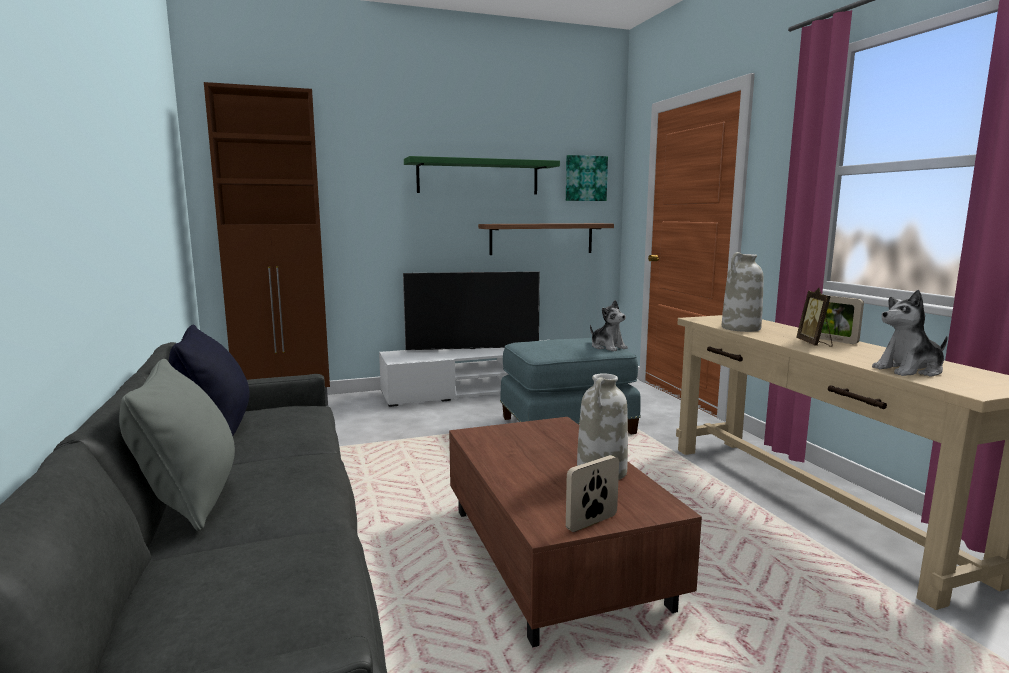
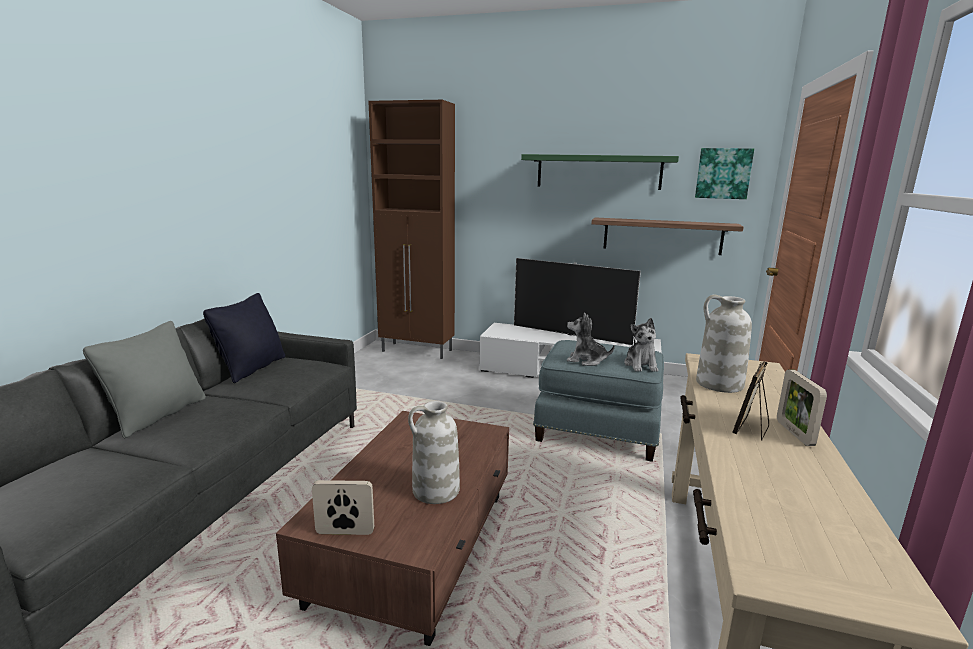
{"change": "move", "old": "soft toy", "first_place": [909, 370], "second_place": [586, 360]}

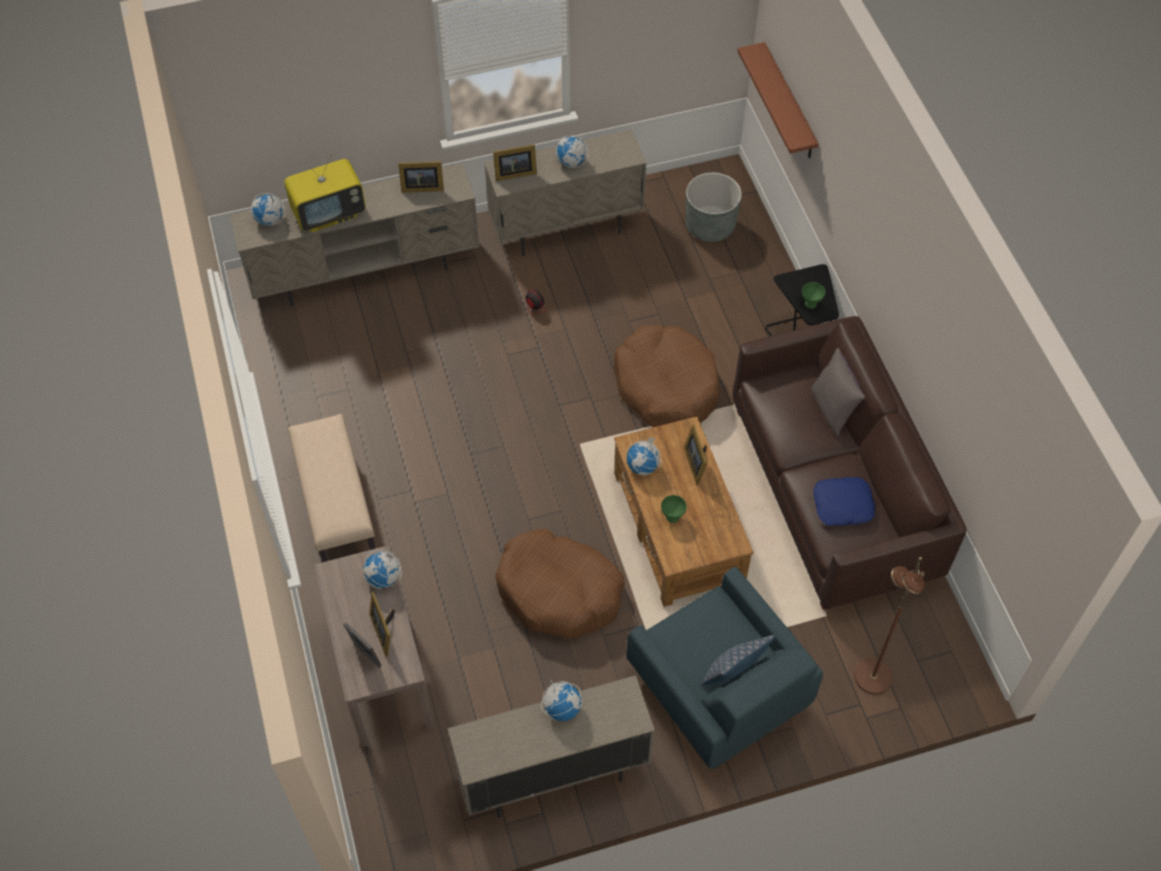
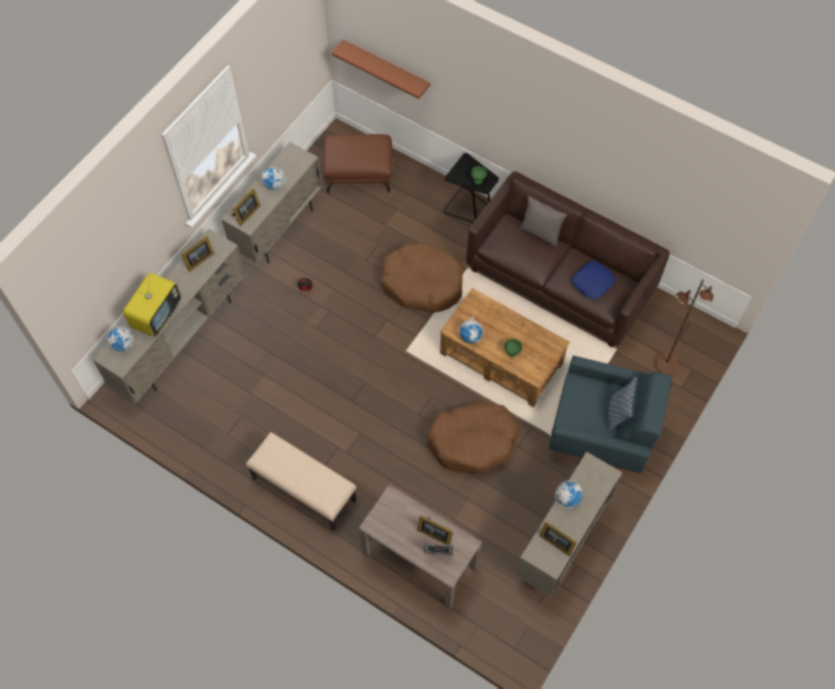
{"change": "replace", "old": "plant pot (greyish)", "new": "ottoman (brown)", "first_place": [710, 226], "second_place": [359, 172]}
{"change": "move", "old": "standing frame", "first_place": [696, 463], "second_place": [556, 541]}
{"change": "delete", "old": "world globe", "first_place": [384, 578]}

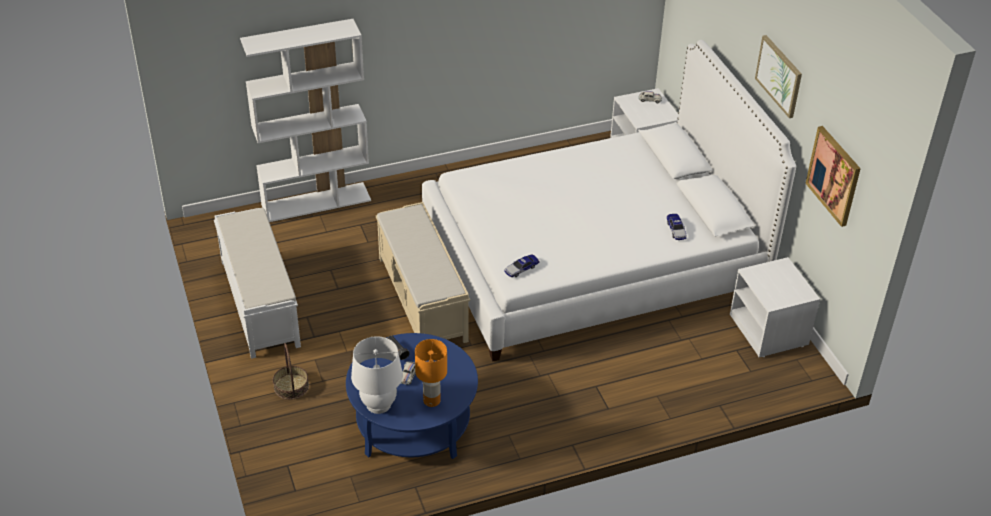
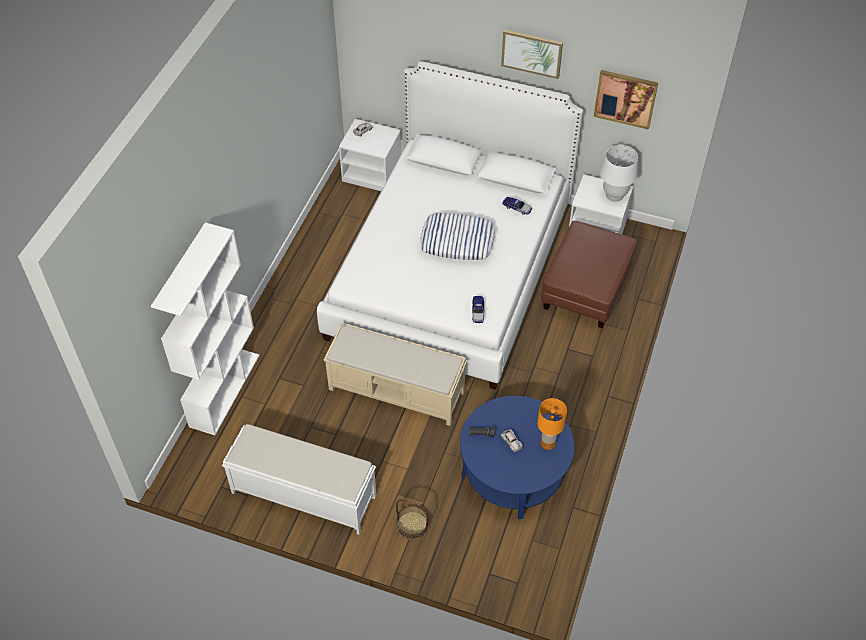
{"change": "insert", "new": "cushion", "second_place": [457, 241]}
{"change": "insert", "new": "ottoman (brown)", "second_place": [585, 290]}
{"change": "move", "old": "tabletop lamp (white-coloured)", "first_place": [378, 404], "second_place": [614, 195]}

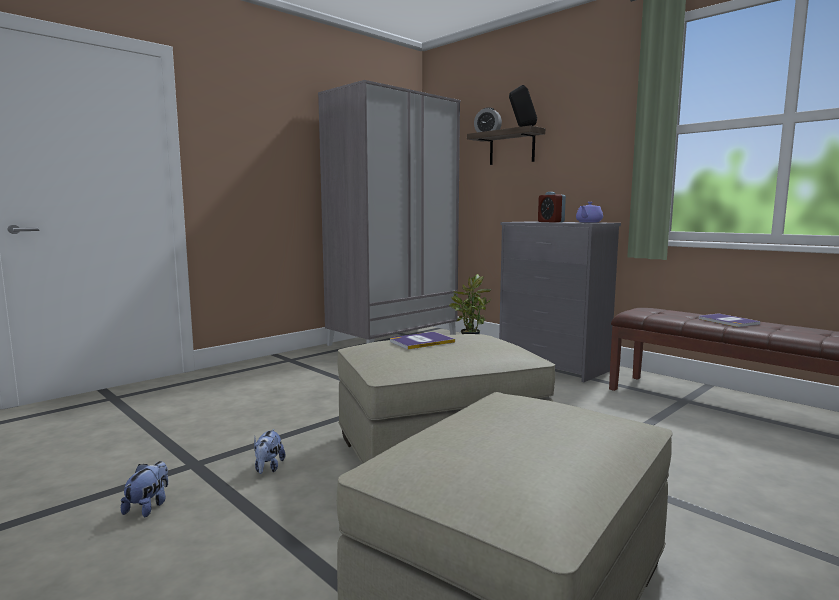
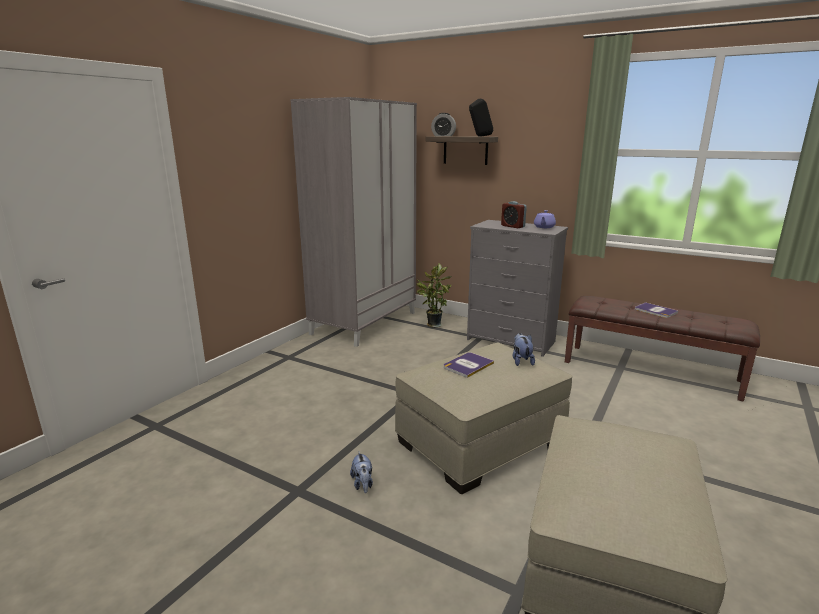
{"change": "move", "old": "soft toy", "first_place": [148, 506], "second_place": [521, 361]}

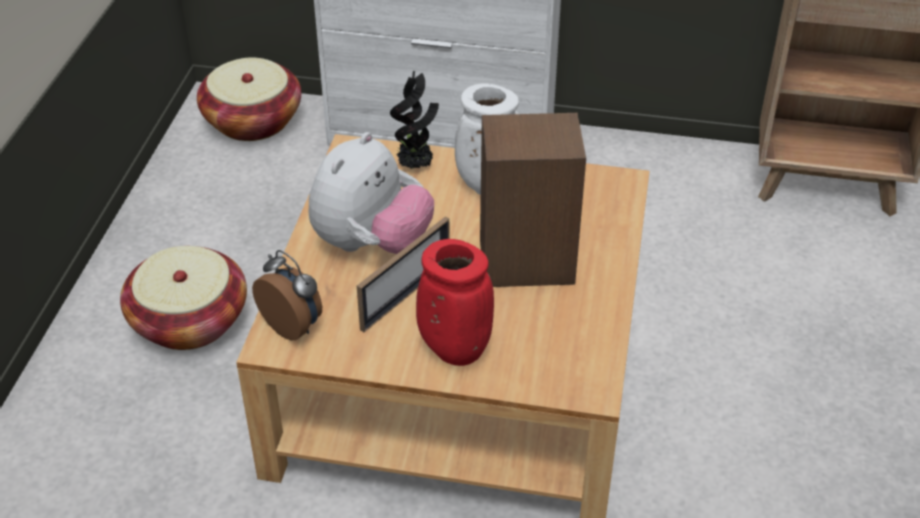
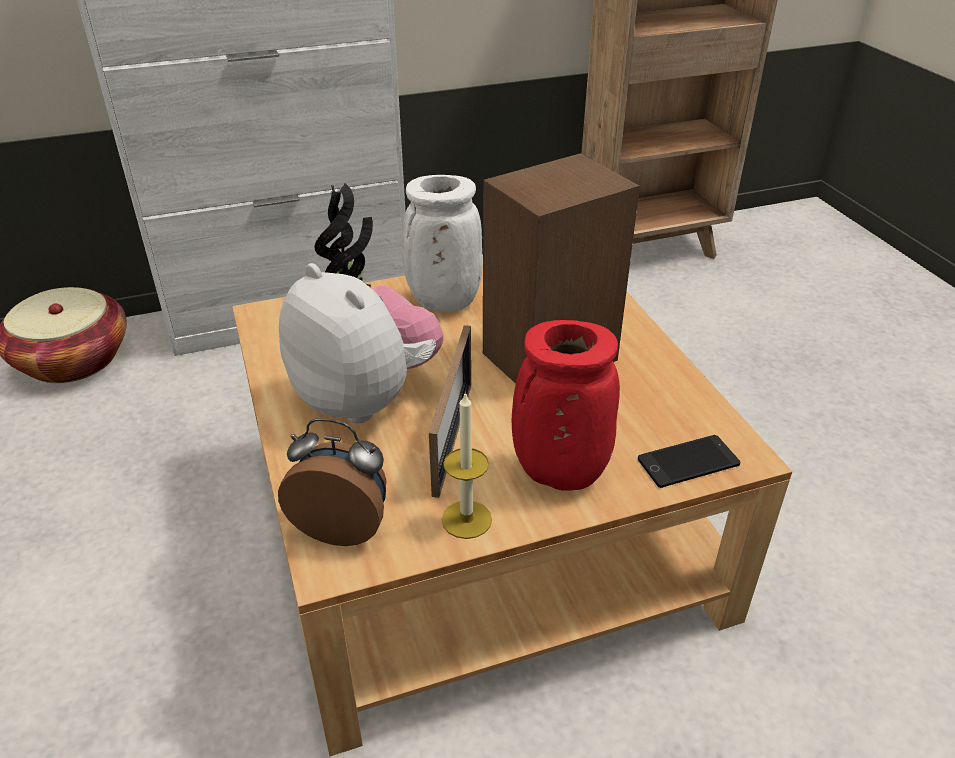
{"change": "rotate", "old": "soft toy", "first_place": [371, 244], "second_place": [366, 398], "degrees": -45}
{"change": "insert", "new": "wax candle", "second_place": [466, 519]}
{"change": "insert", "new": "phone", "second_place": [688, 462]}
{"change": "delete", "old": "basket", "first_place": [189, 320]}

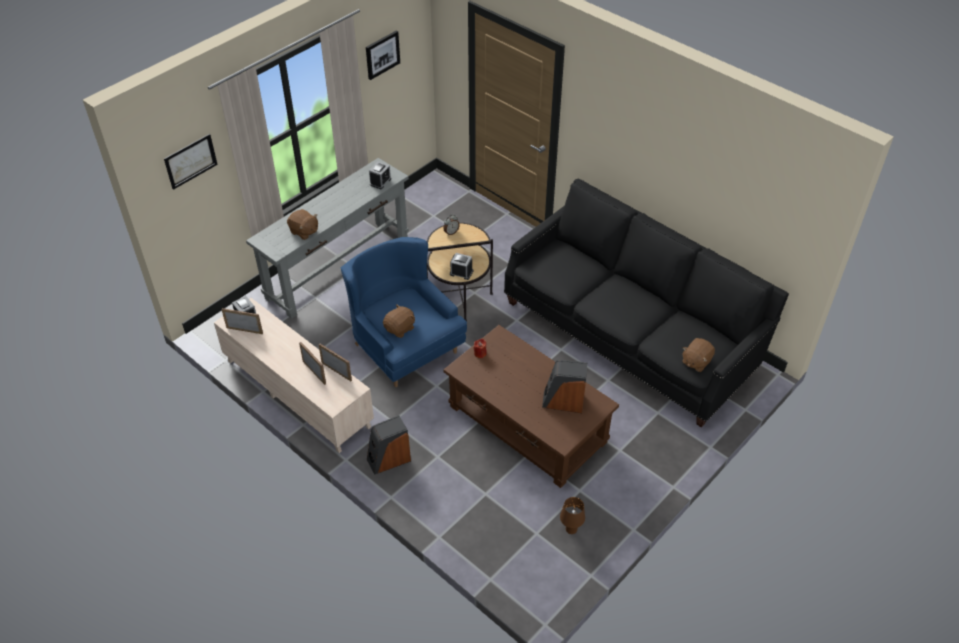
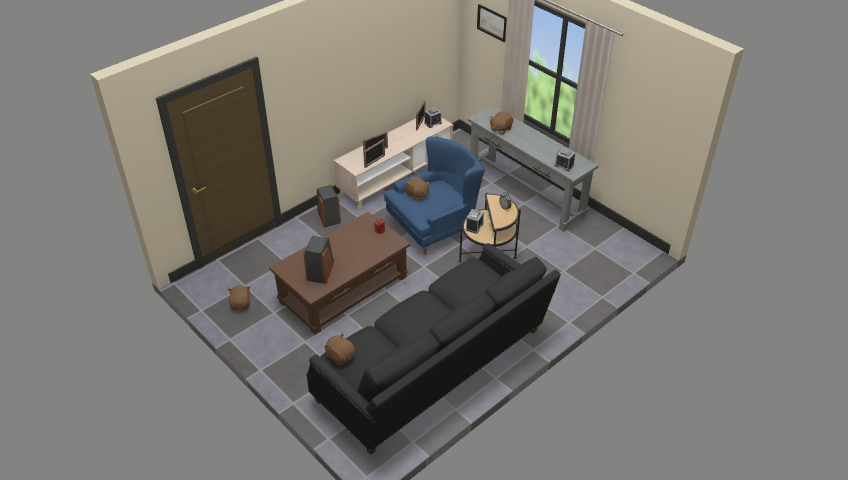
{"change": "replace", "old": "tabletop lamp (brown)", "new": "soft toy (brown)", "first_place": [571, 530], "second_place": [241, 304]}
{"change": "delete", "old": "wall picture", "first_place": [382, 54]}

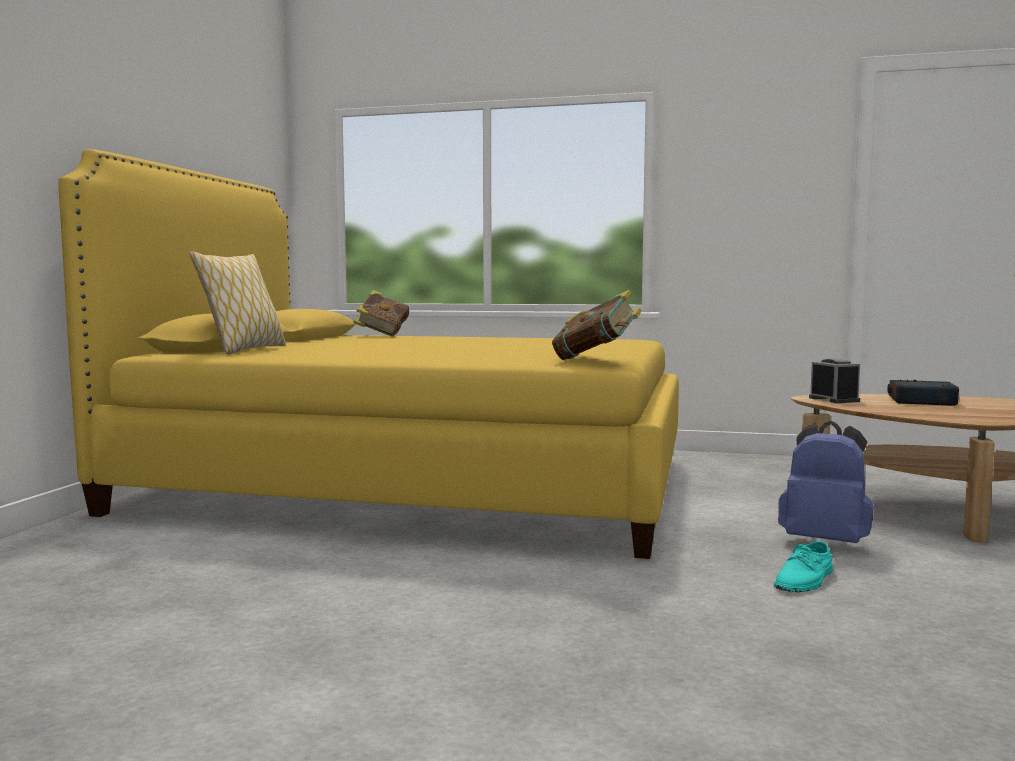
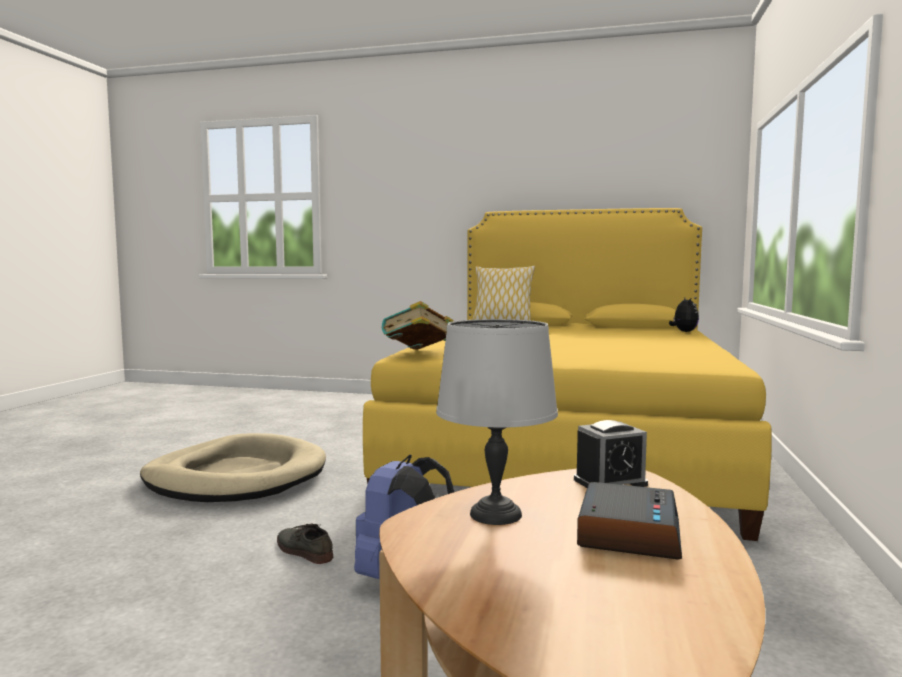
{"change": "insert", "new": "dog bed (beige)", "second_place": [236, 477]}
{"change": "recolor", "old": "shoe (turquoise-coloured)", "new": "shoe (greyish)", "first_place": [805, 580], "second_place": [303, 550]}
{"change": "insert", "new": "tabletop lamp (greyish)", "second_place": [494, 514]}
{"change": "replace", "old": "book", "new": "soft toy", "first_place": [382, 335], "second_place": [683, 332]}

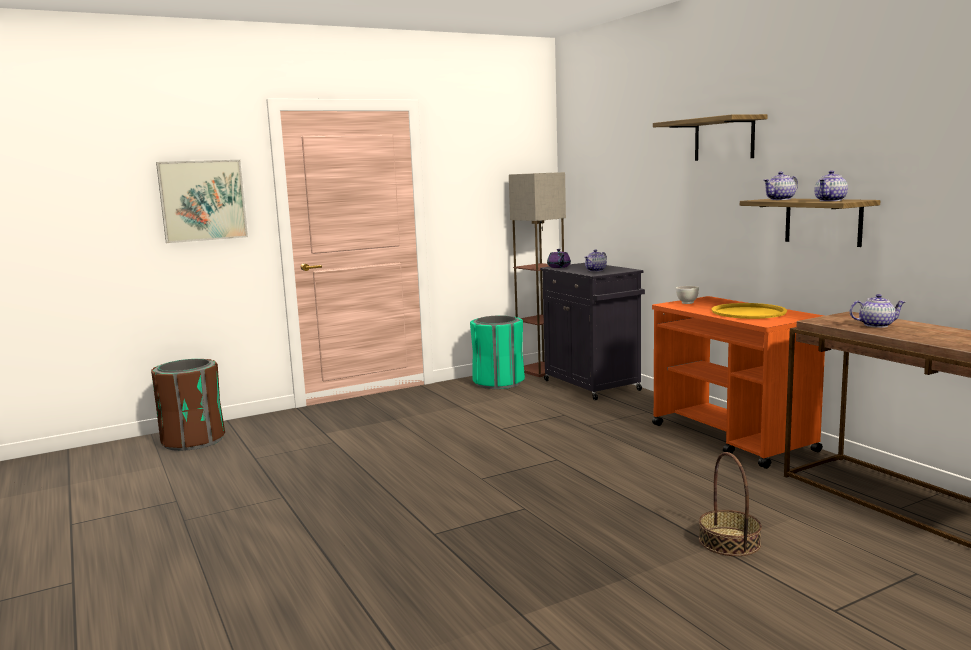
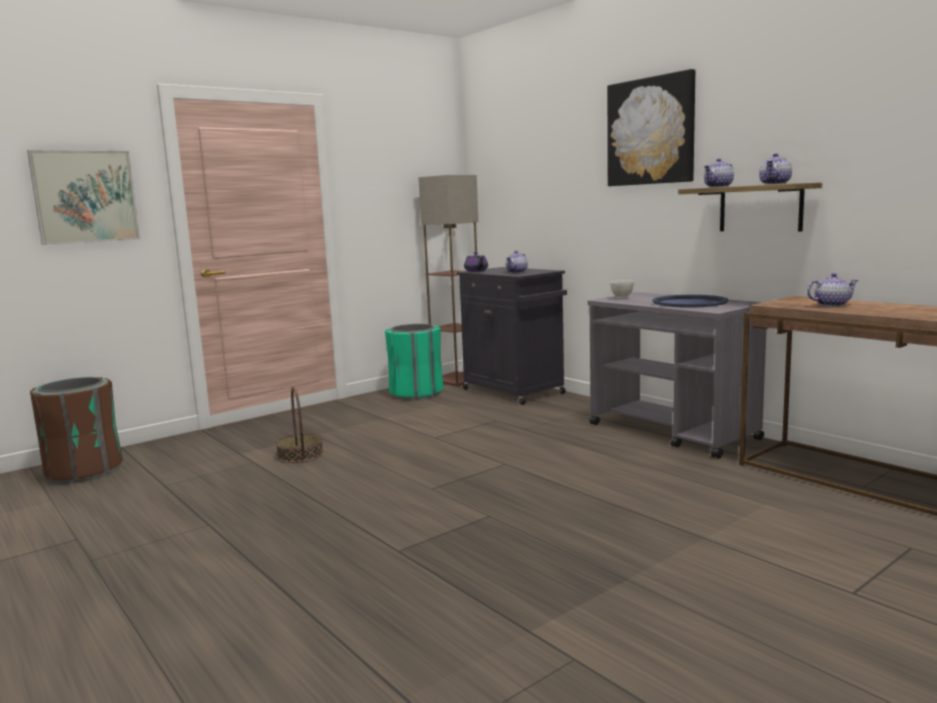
{"change": "move", "old": "basket", "first_place": [729, 541], "second_place": [300, 455]}
{"change": "recolor", "old": "trolley (orange-coloured)", "new": "trolley (greyish)", "first_place": [733, 438], "second_place": [673, 432]}
{"change": "replace", "old": "bracket shelf", "new": "wall picture", "first_place": [724, 139], "second_place": [651, 131]}
{"change": "recolor", "old": "tray (yellow)", "new": "tray (blue)", "first_place": [748, 312], "second_place": [689, 302]}

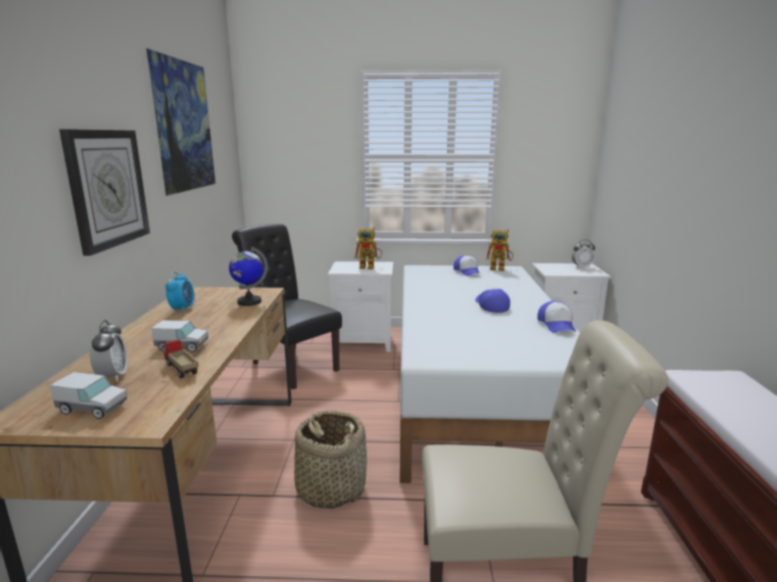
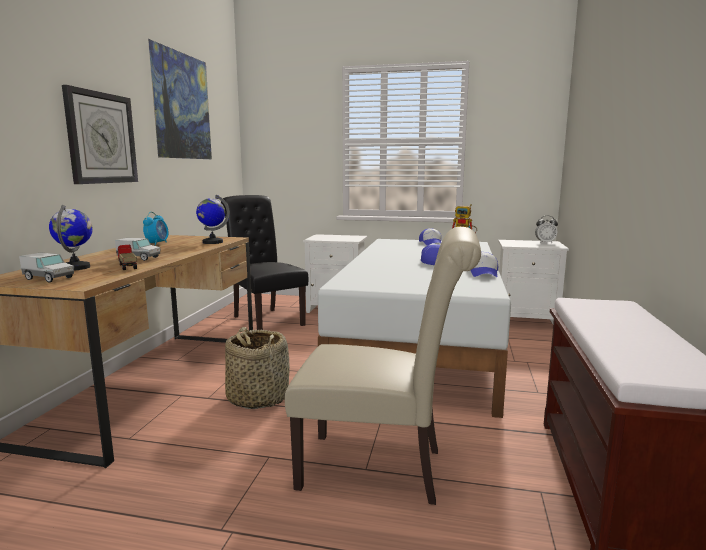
{"change": "replace", "old": "bedside clock", "new": "world globe", "first_place": [113, 377], "second_place": [75, 268]}
{"change": "delete", "old": "toy robot", "first_place": [370, 267]}

